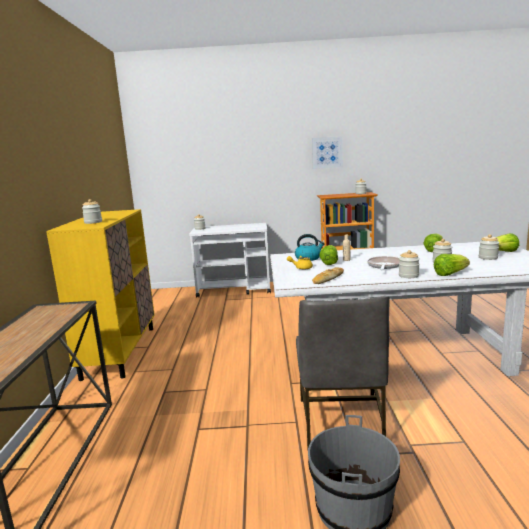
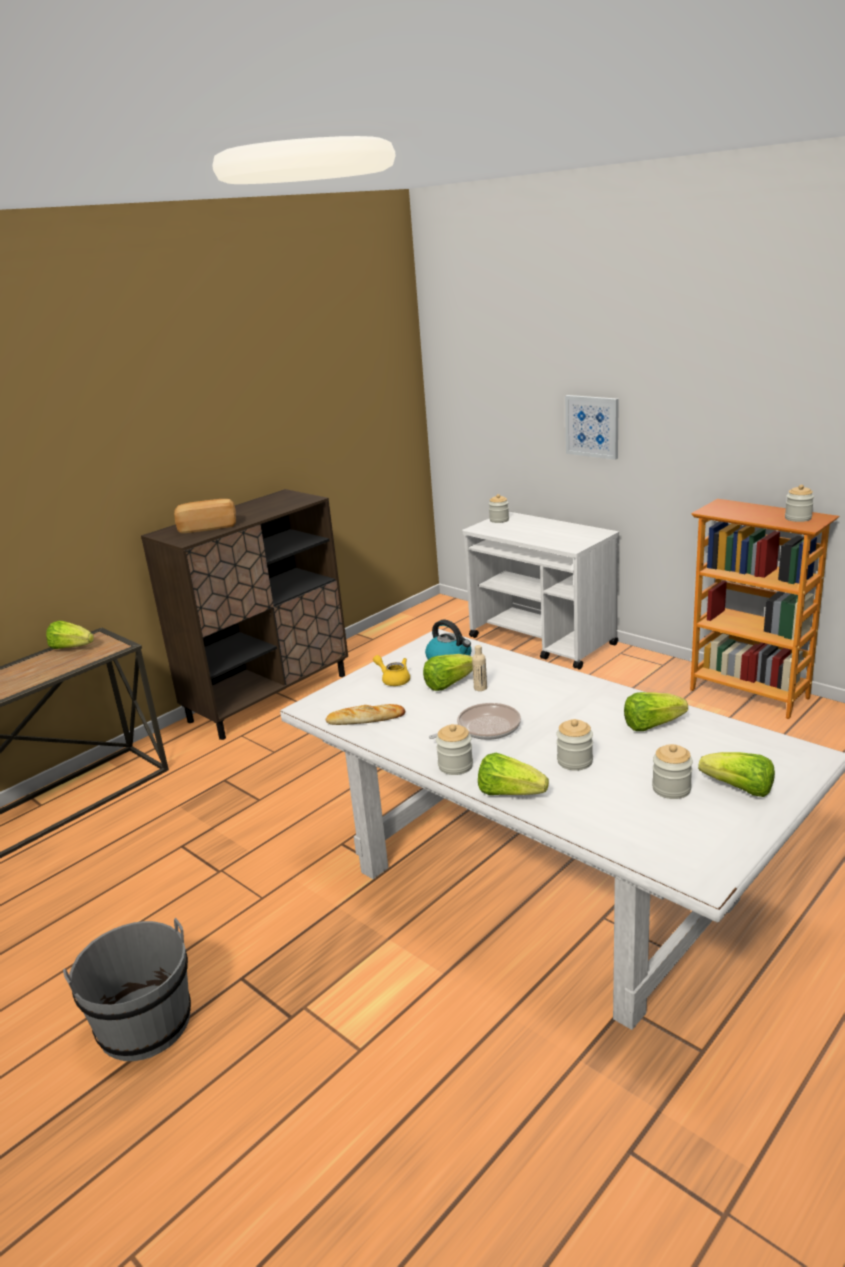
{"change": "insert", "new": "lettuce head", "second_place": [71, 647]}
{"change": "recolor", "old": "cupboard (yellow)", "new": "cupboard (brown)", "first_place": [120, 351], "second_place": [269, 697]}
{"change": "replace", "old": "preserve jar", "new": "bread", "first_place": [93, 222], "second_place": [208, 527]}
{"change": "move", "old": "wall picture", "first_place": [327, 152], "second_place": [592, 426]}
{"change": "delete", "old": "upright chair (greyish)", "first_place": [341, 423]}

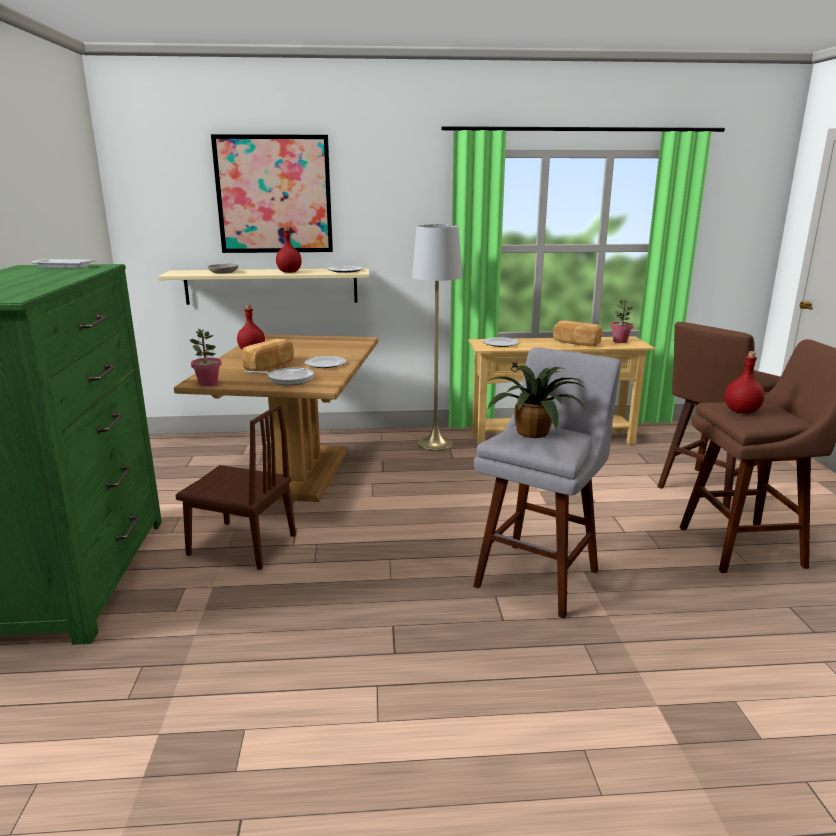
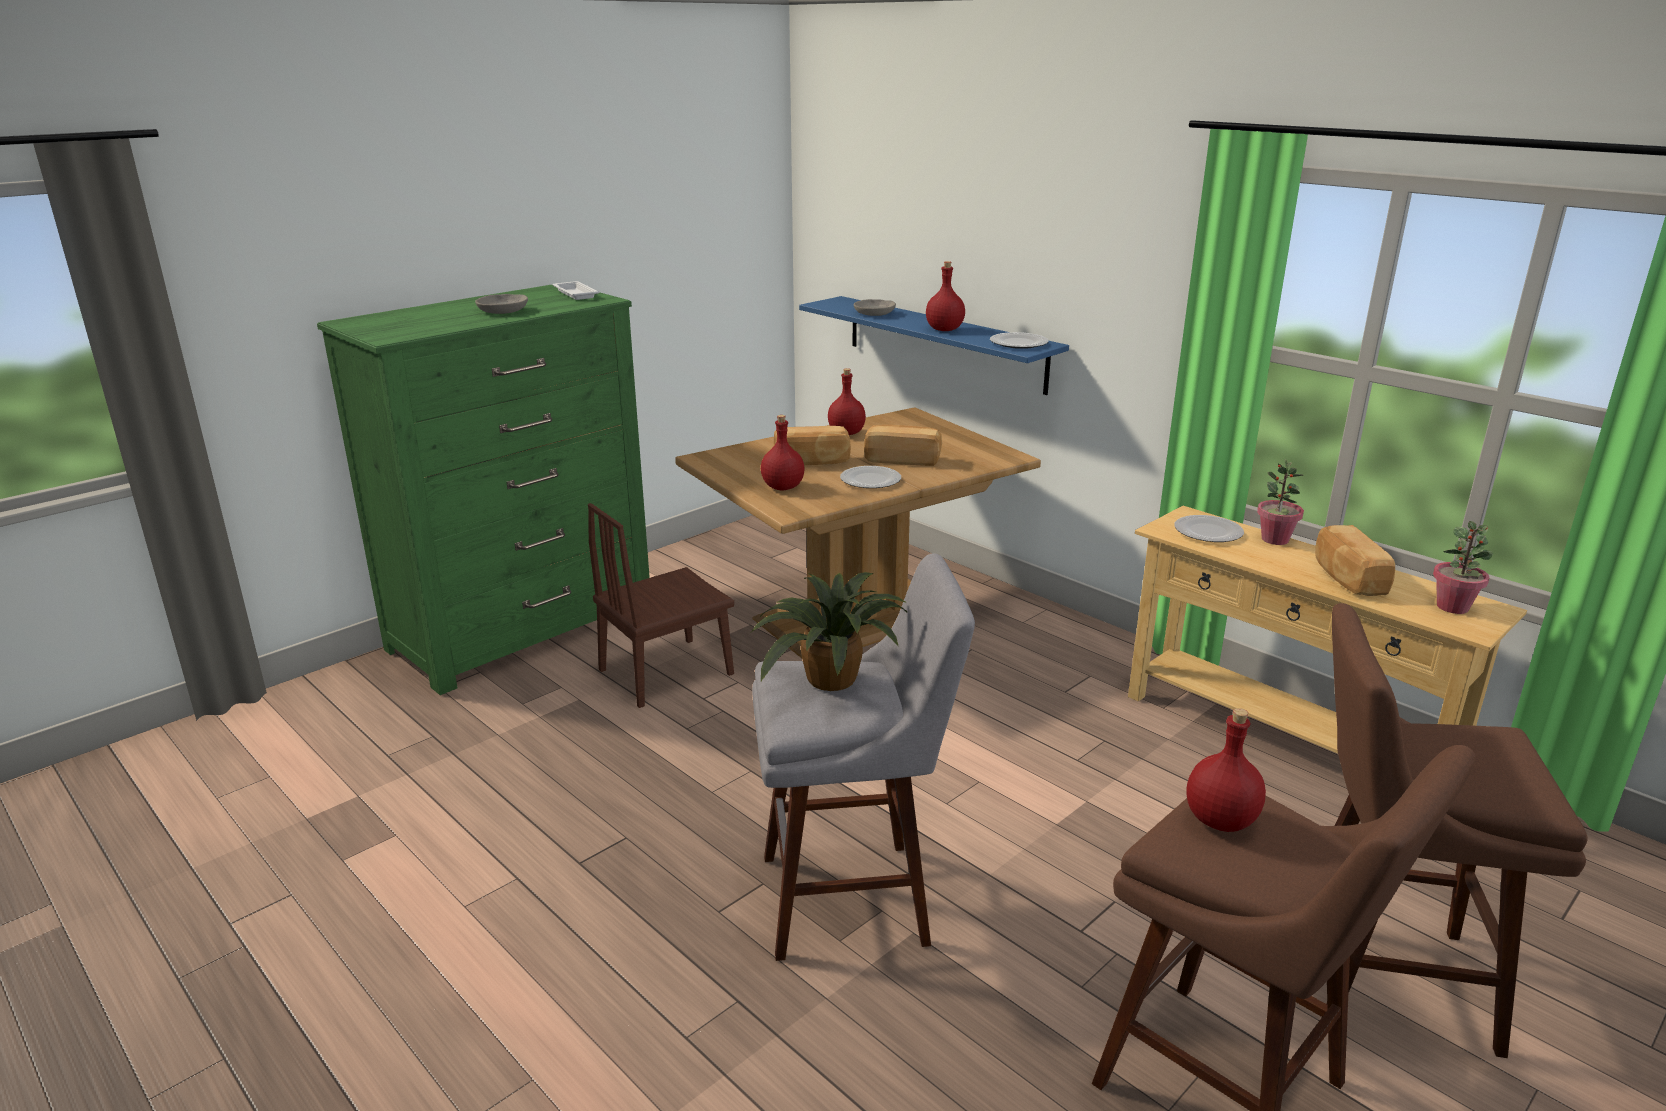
{"change": "insert", "new": "serving bowl (greyish)", "second_place": [503, 311]}
{"change": "rotate", "old": "upright chair (brown)", "first_place": [242, 545], "second_place": [666, 672], "degrees": 75}
{"change": "replace", "old": "skillet", "new": "beverage bottle (reddish)", "first_place": [287, 379], "second_place": [782, 487]}
{"change": "recolor", "old": "bracket shelf (beige)", "new": "bracket shelf (blue)", "first_place": [271, 286], "second_place": [944, 343]}
{"change": "insert", "new": "bread", "second_place": [903, 459]}
{"change": "move", "old": "potted plant", "first_place": [208, 383], "second_place": [1274, 539]}
{"change": "delete", "old": "wall picture", "first_place": [274, 194]}
{"change": "delete", "old": "floor lamp (greyish)", "first_place": [435, 444]}

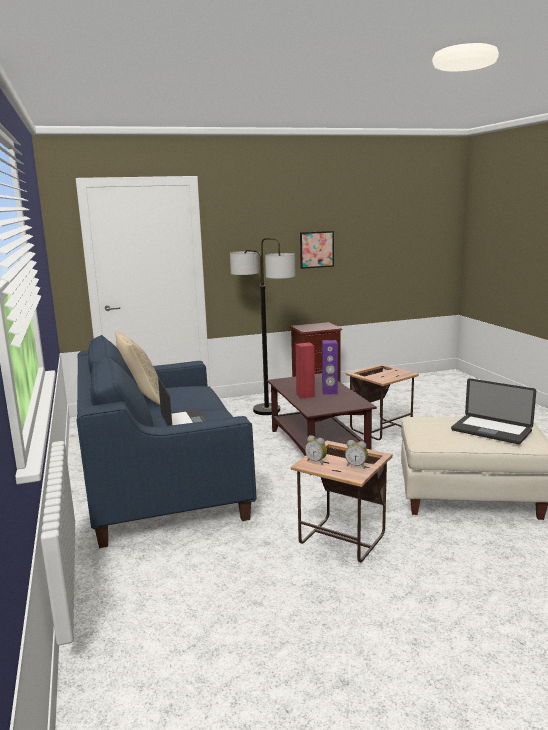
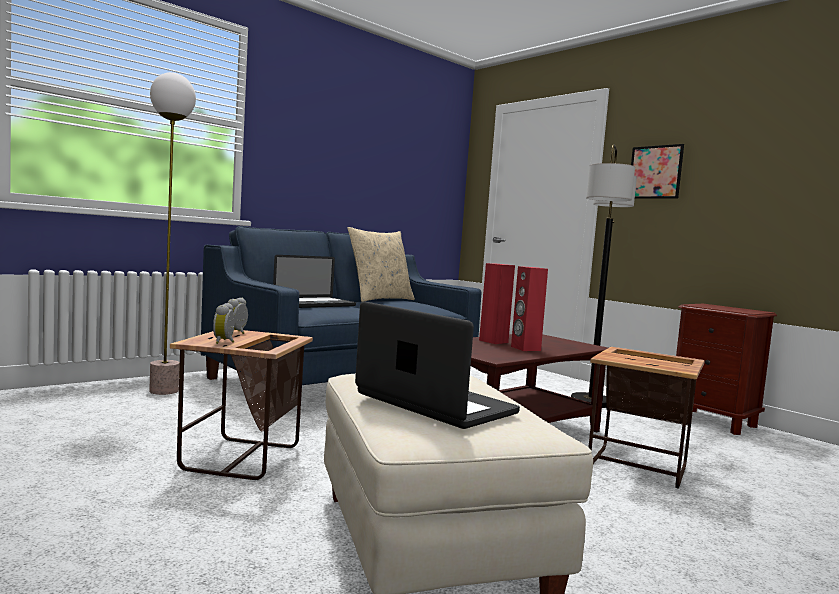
{"change": "insert", "new": "floor lamp", "second_place": [164, 391]}
{"change": "rotate", "old": "portable computer", "first_place": [491, 431], "second_place": [434, 404], "degrees": 120}
{"change": "recolor", "old": "audio speaker (purple-coloured)", "new": "audio speaker (reddish)", "first_place": [330, 392], "second_place": [525, 348]}
{"change": "move", "old": "wall picture", "first_place": [316, 249], "second_place": [655, 172]}

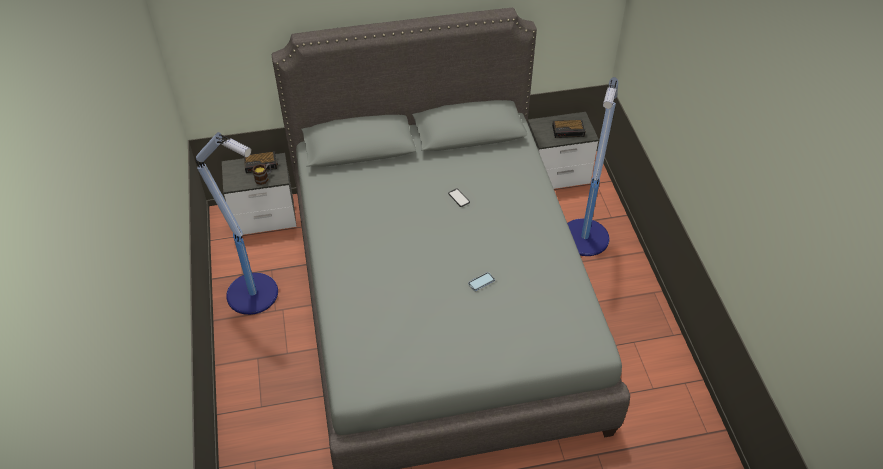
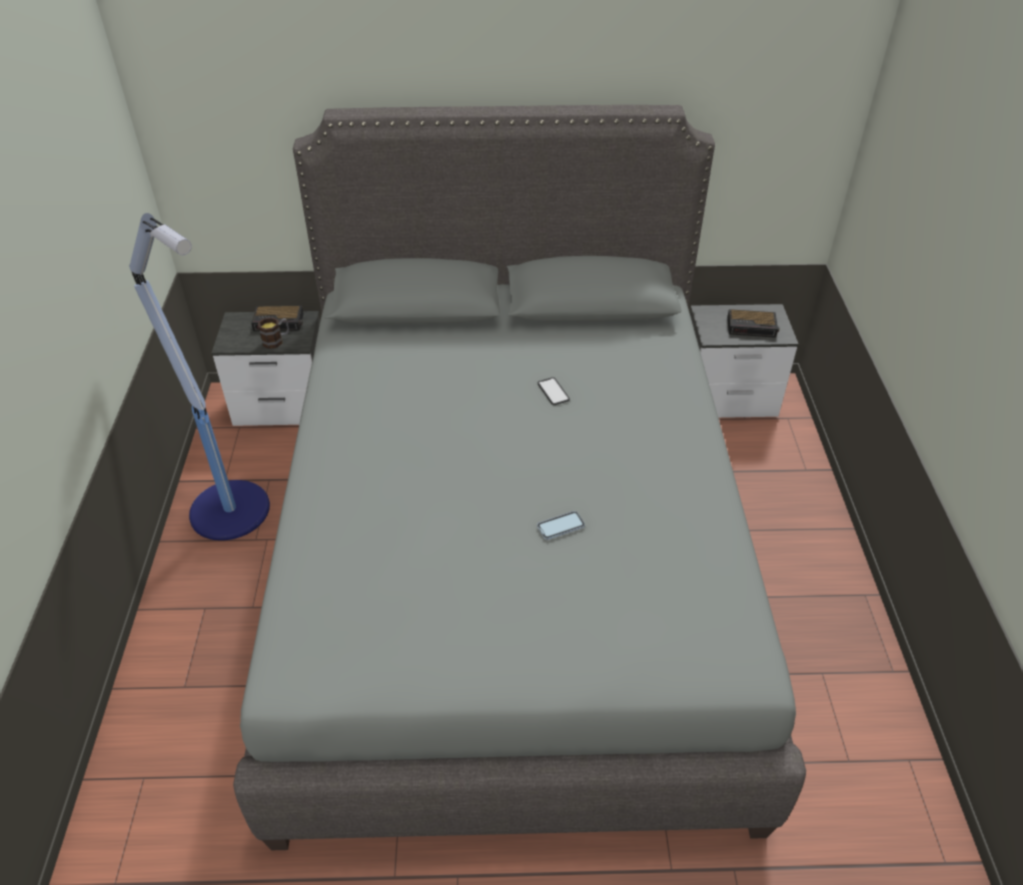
{"change": "delete", "old": "floor lamp", "first_place": [584, 239]}

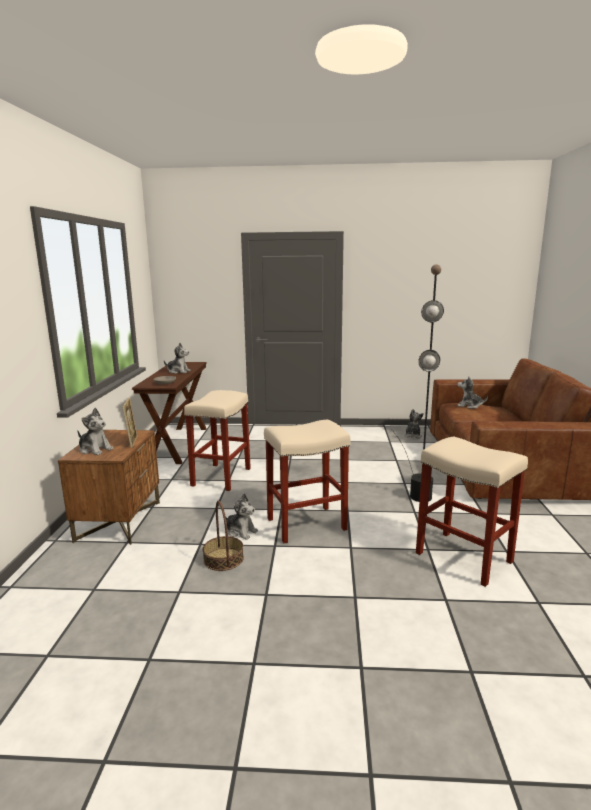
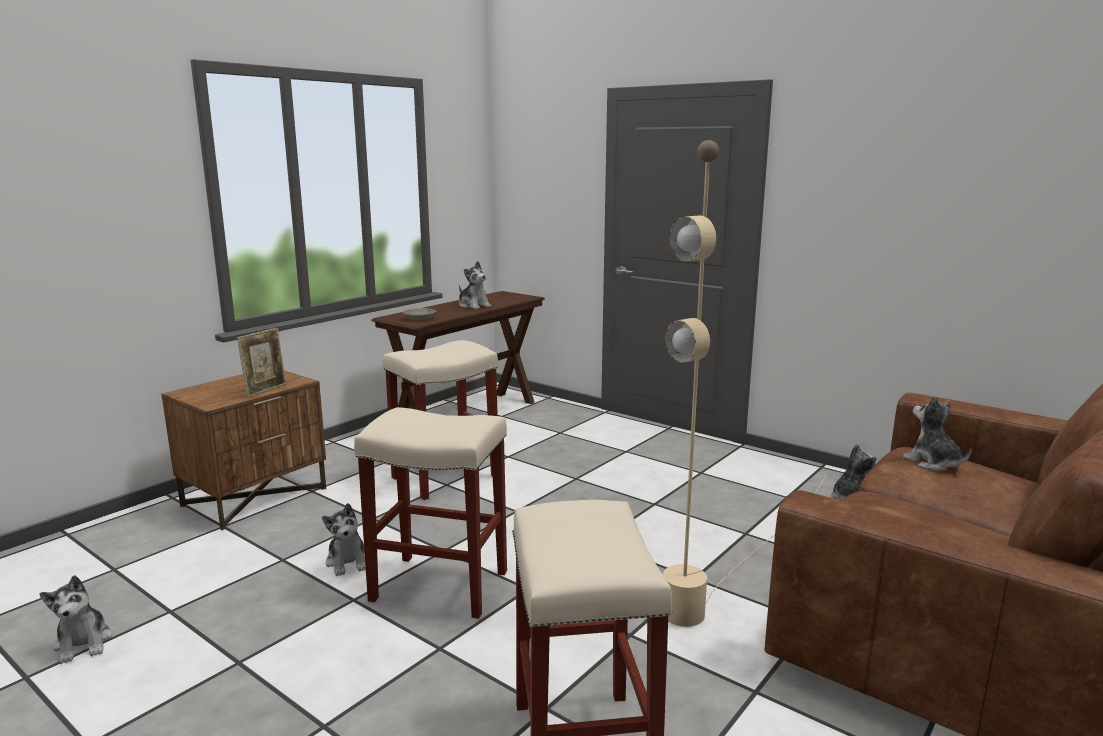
{"change": "move", "old": "soft toy", "first_place": [95, 449], "second_place": [84, 643]}
{"change": "recolor", "old": "floor lamp (black-coloured)", "new": "floor lamp (beige)", "first_place": [411, 473], "second_place": [737, 565]}
{"change": "delete", "old": "basket", "first_place": [223, 559]}

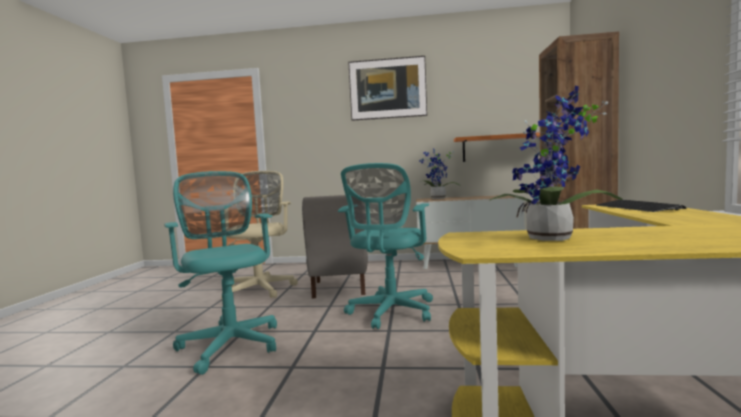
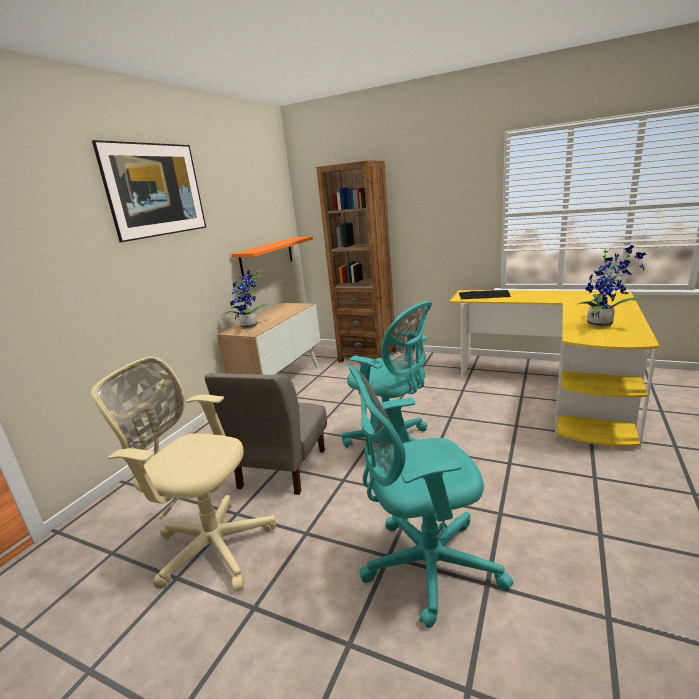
{"change": "rotate", "old": "upright chair (greyish)", "first_place": [339, 288], "second_place": [282, 468], "degrees": 90}

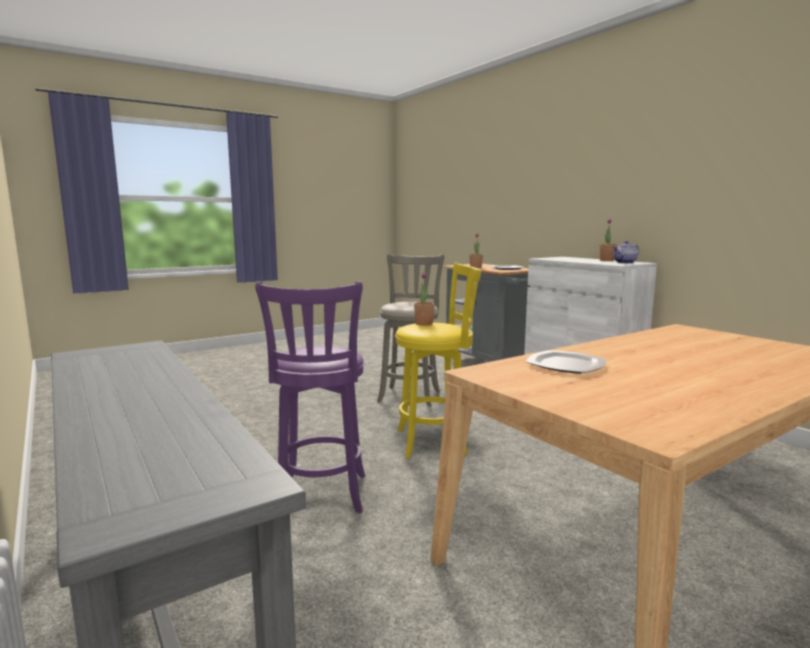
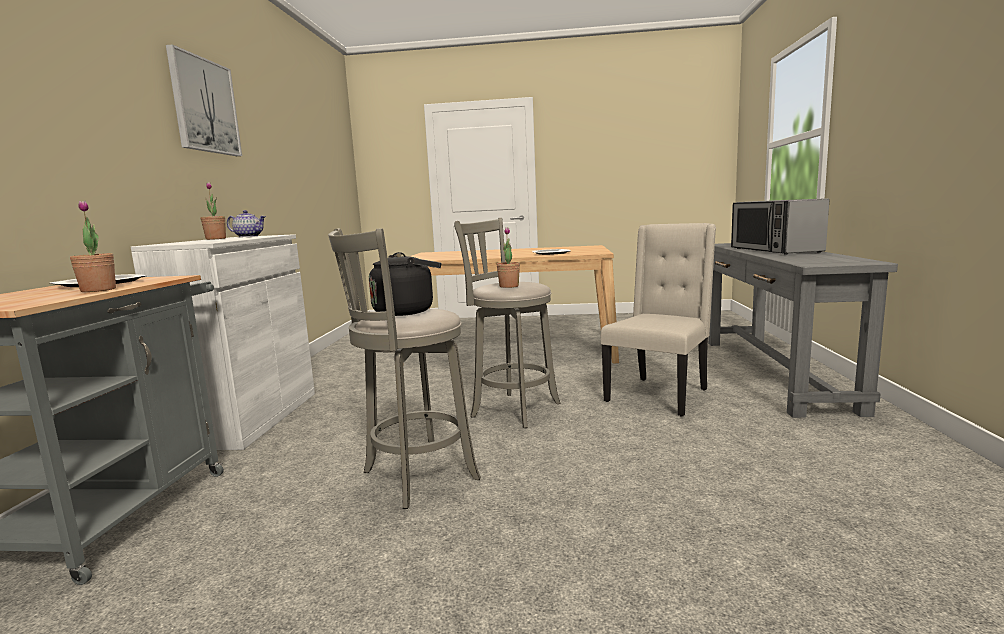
{"change": "insert", "new": "wall picture", "second_place": [204, 106]}
{"change": "insert", "new": "tea kettle (black-coloured)", "second_place": [407, 311]}
{"change": "recolor", "old": "stool (yellow)", "new": "stool (greyish)", "first_place": [435, 441], "second_place": [511, 409]}
{"change": "replace", "old": "stool (purple-coloured)", "new": "upright chair (beige)", "first_place": [321, 497], "second_place": [659, 395]}
{"change": "insert", "new": "kitchen microwave", "second_place": [774, 250]}

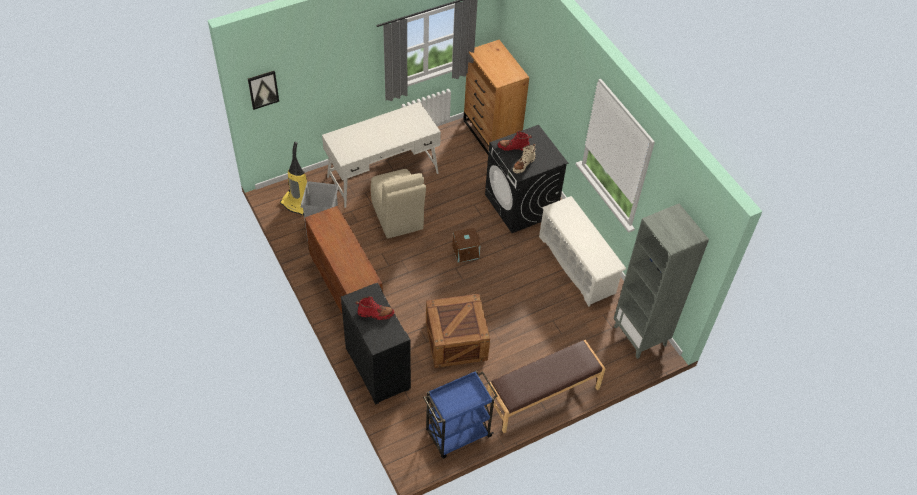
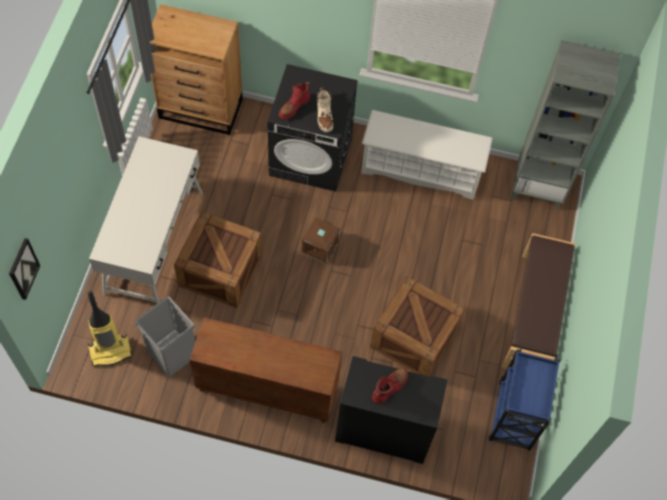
{"change": "replace", "old": "upright chair (beige)", "new": "crate", "first_place": [397, 217], "second_place": [221, 271]}

